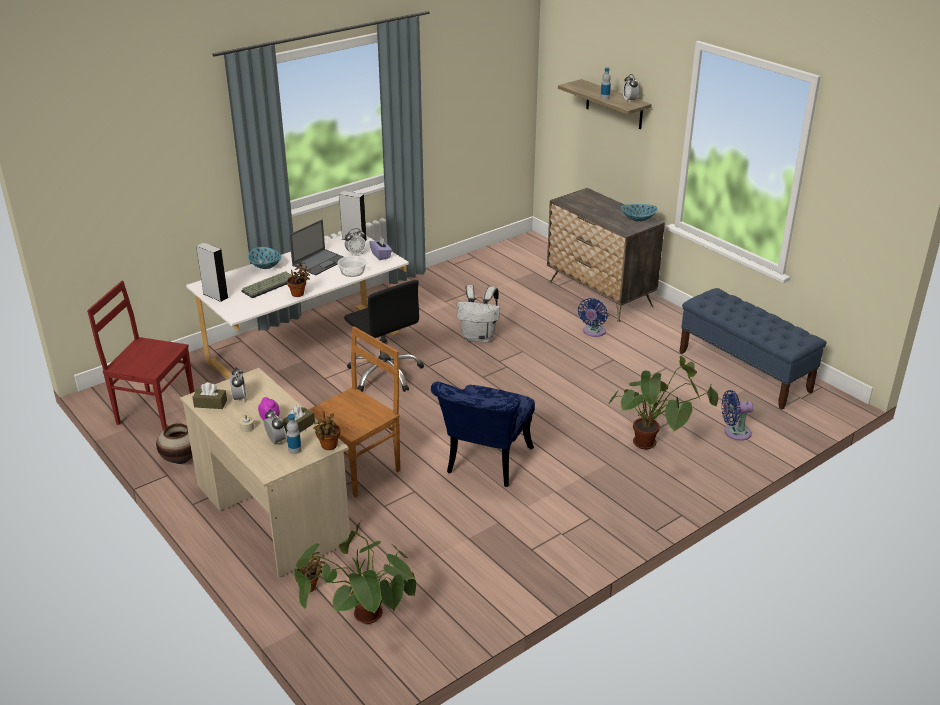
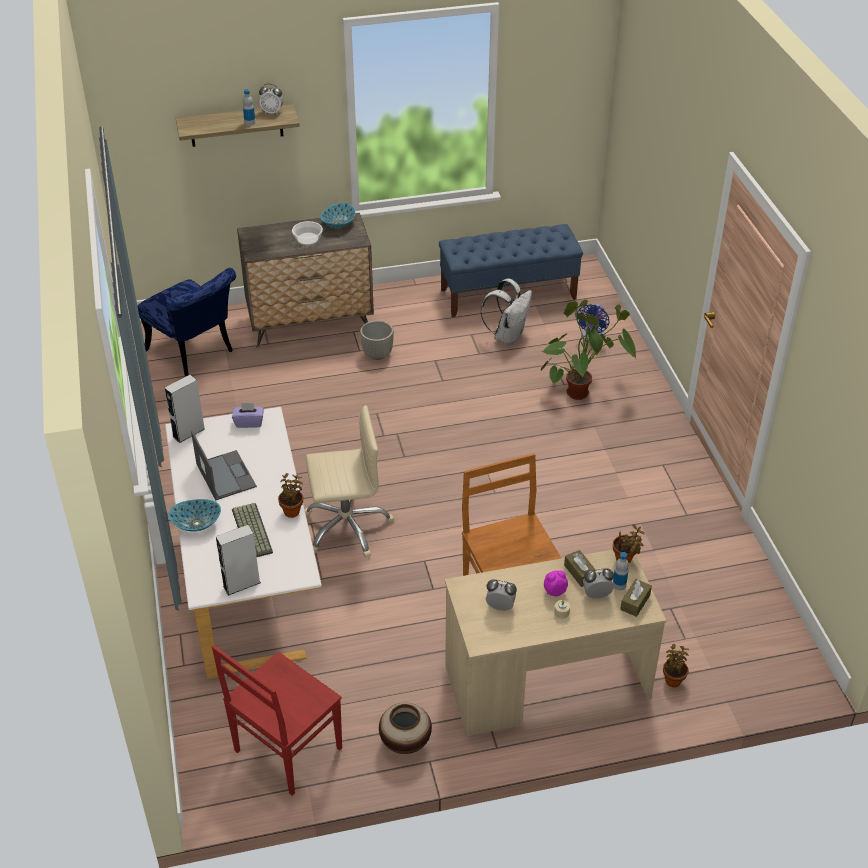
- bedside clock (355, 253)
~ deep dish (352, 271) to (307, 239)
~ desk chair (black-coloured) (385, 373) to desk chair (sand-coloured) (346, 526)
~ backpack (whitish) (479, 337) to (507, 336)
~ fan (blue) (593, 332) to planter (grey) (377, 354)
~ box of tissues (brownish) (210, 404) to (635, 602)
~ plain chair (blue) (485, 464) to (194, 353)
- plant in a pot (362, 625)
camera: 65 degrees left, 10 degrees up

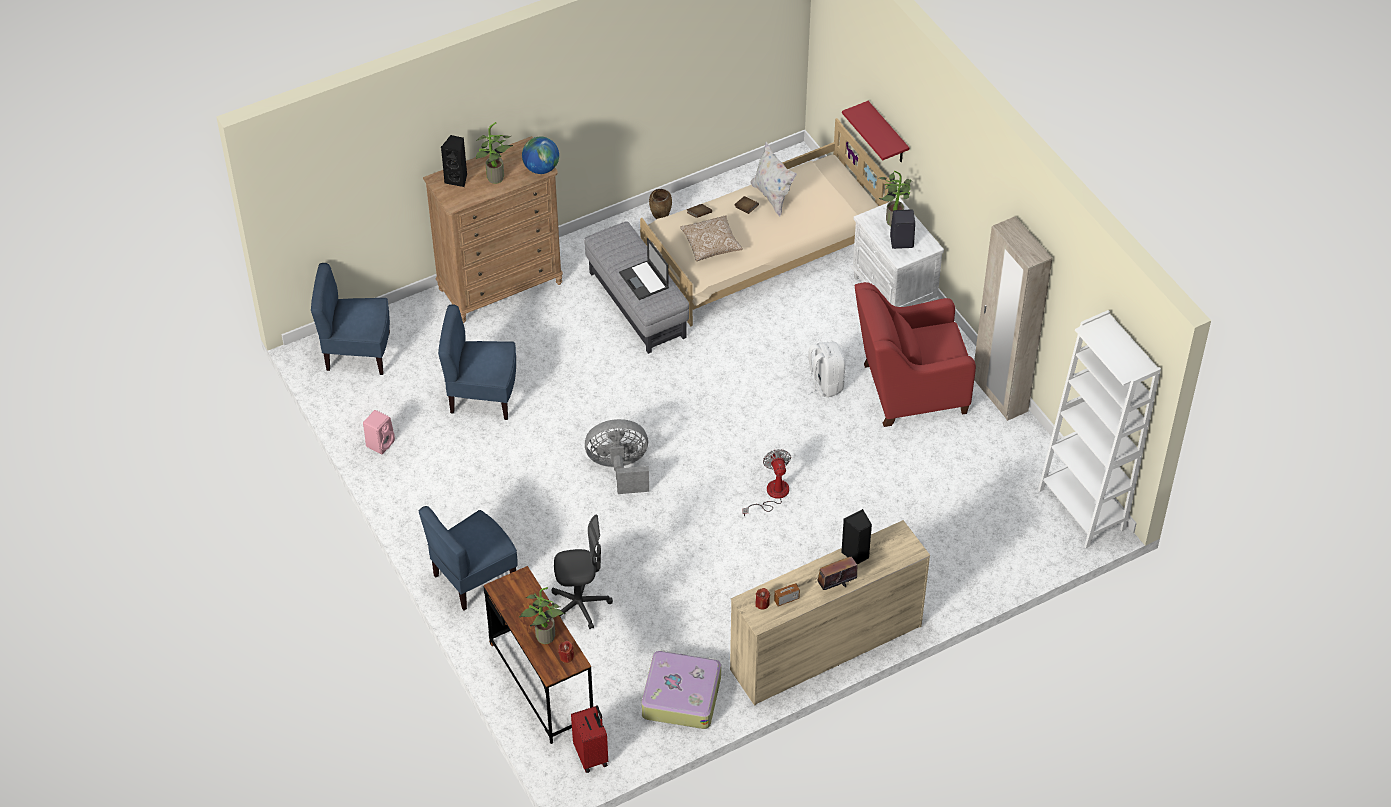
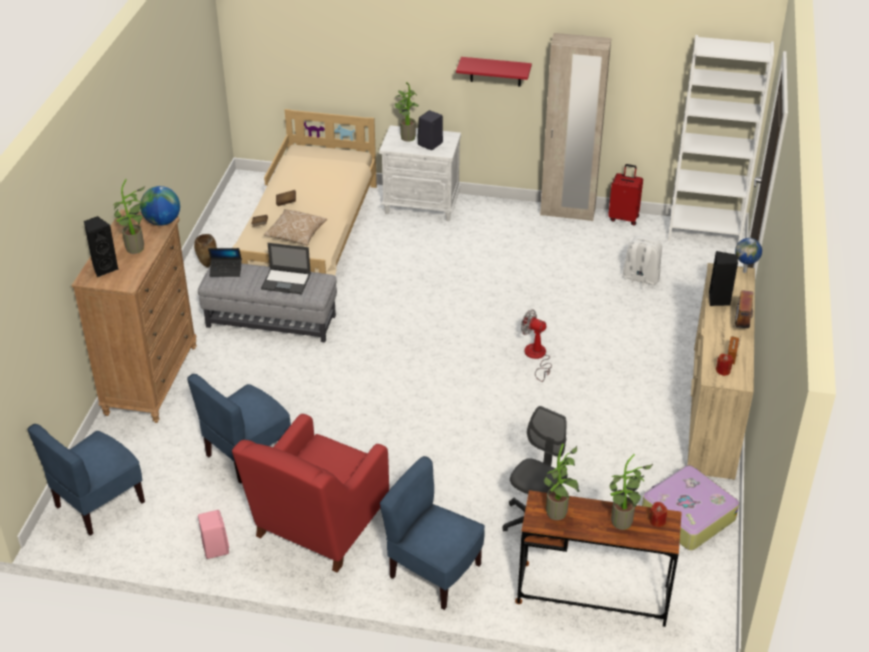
~ bracket shelf (reddish) (887, 134) to (495, 71)
- cushion (whitish) (772, 196)
~ lounge chair (reddish) (908, 389) to (318, 526)
~ backpack (whitish) (824, 384) to (640, 279)
- fan (grey) (620, 469)
~ plain chair (blue) (474, 578) = (434, 572) 120 degrees clockwise
~ suitcase (reddish) (592, 755) to (624, 218)
+ globe (745, 271)
+ notebook computer (226, 270)
+ plant in a pot (559, 514)
camera: 50 degrees left, 10 degrees down

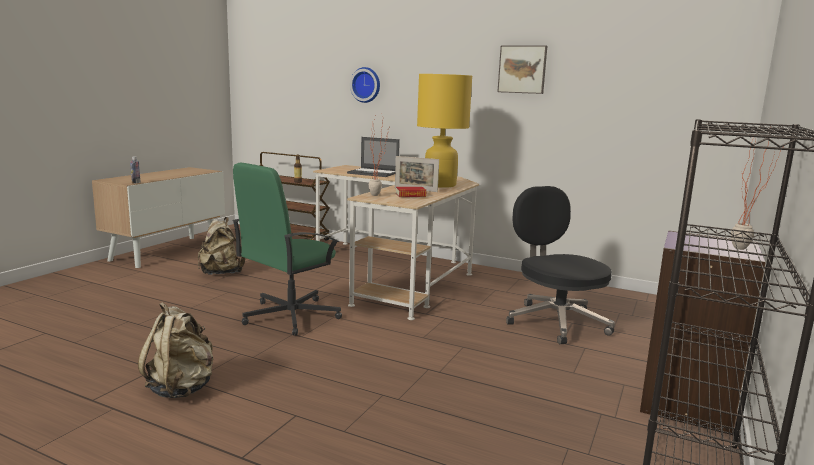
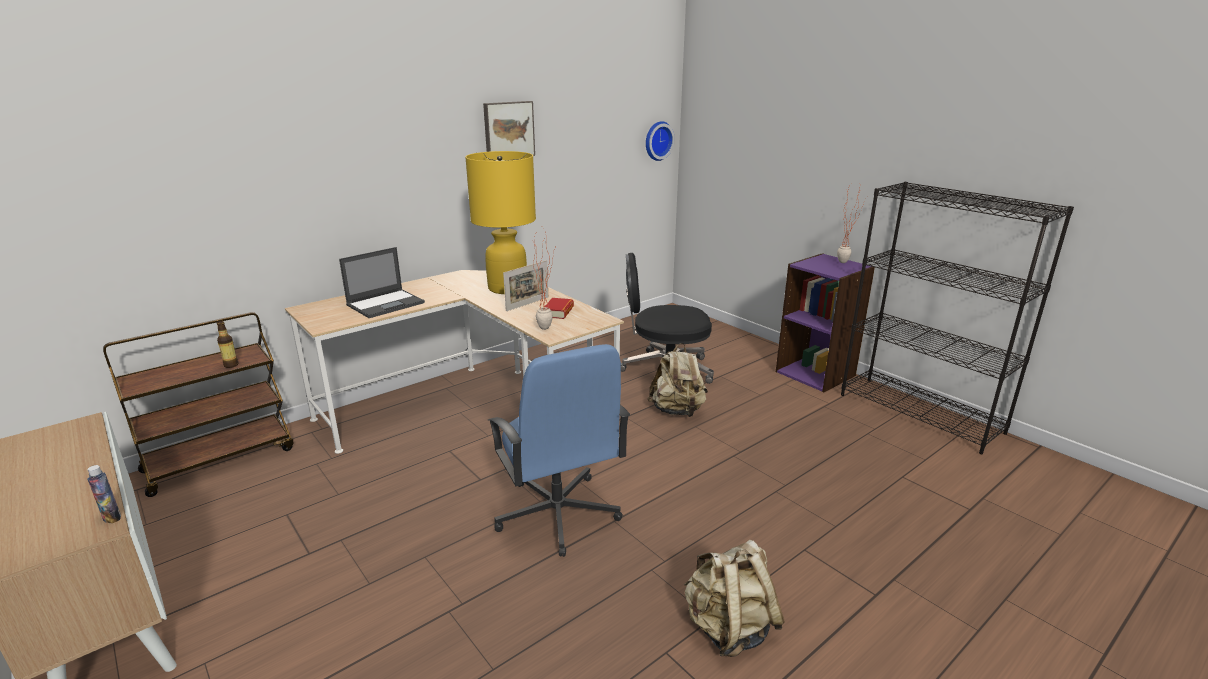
~ wall clock (366, 85) to (657, 140)
~ desk chair (green) (289, 316) to desk chair (blue) (557, 514)
~ backpack (sand-coloured) (221, 273) to (677, 411)
camera: 65 degrees left, 10 degrees up

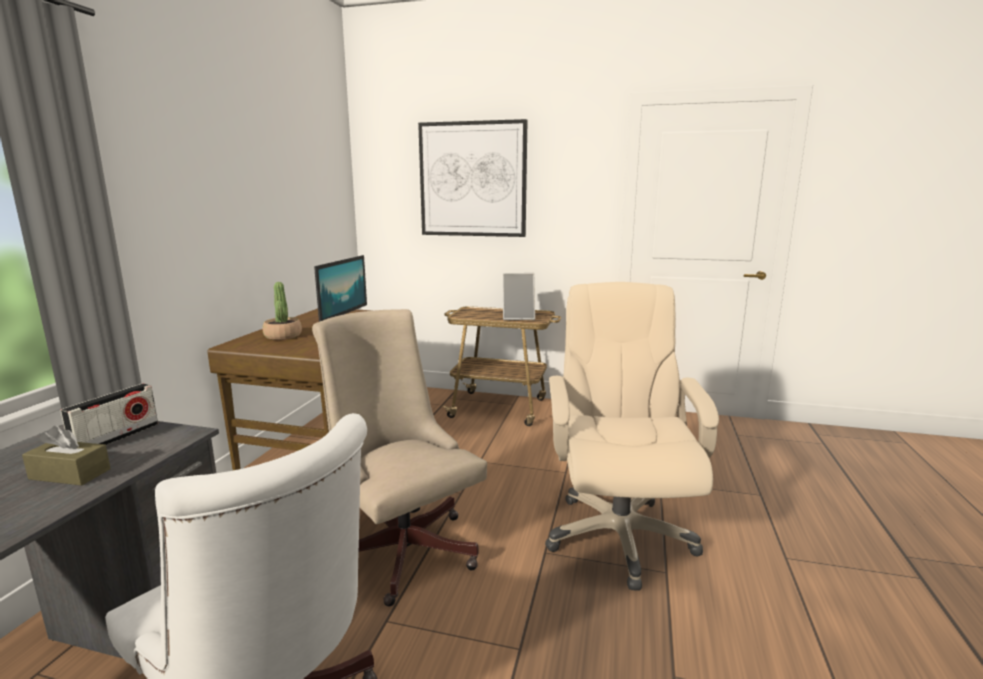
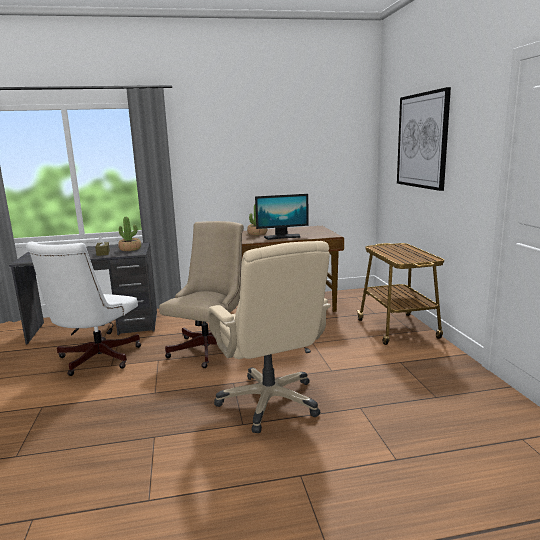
- picture frame (518, 317)
~ desk chair (sand-coloured) (618, 535) = (270, 402) 90 degrees clockwise
~ radio receiver (116, 438) to plant in a pot (130, 249)
camera: 65 degrees right, 0 degrees up

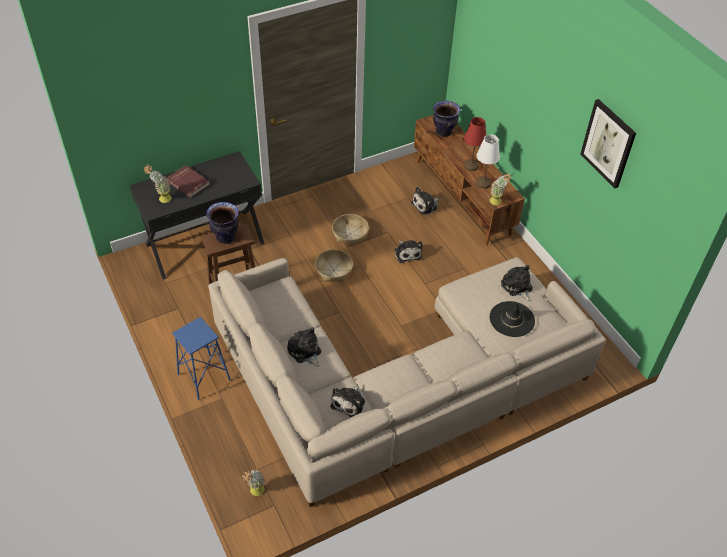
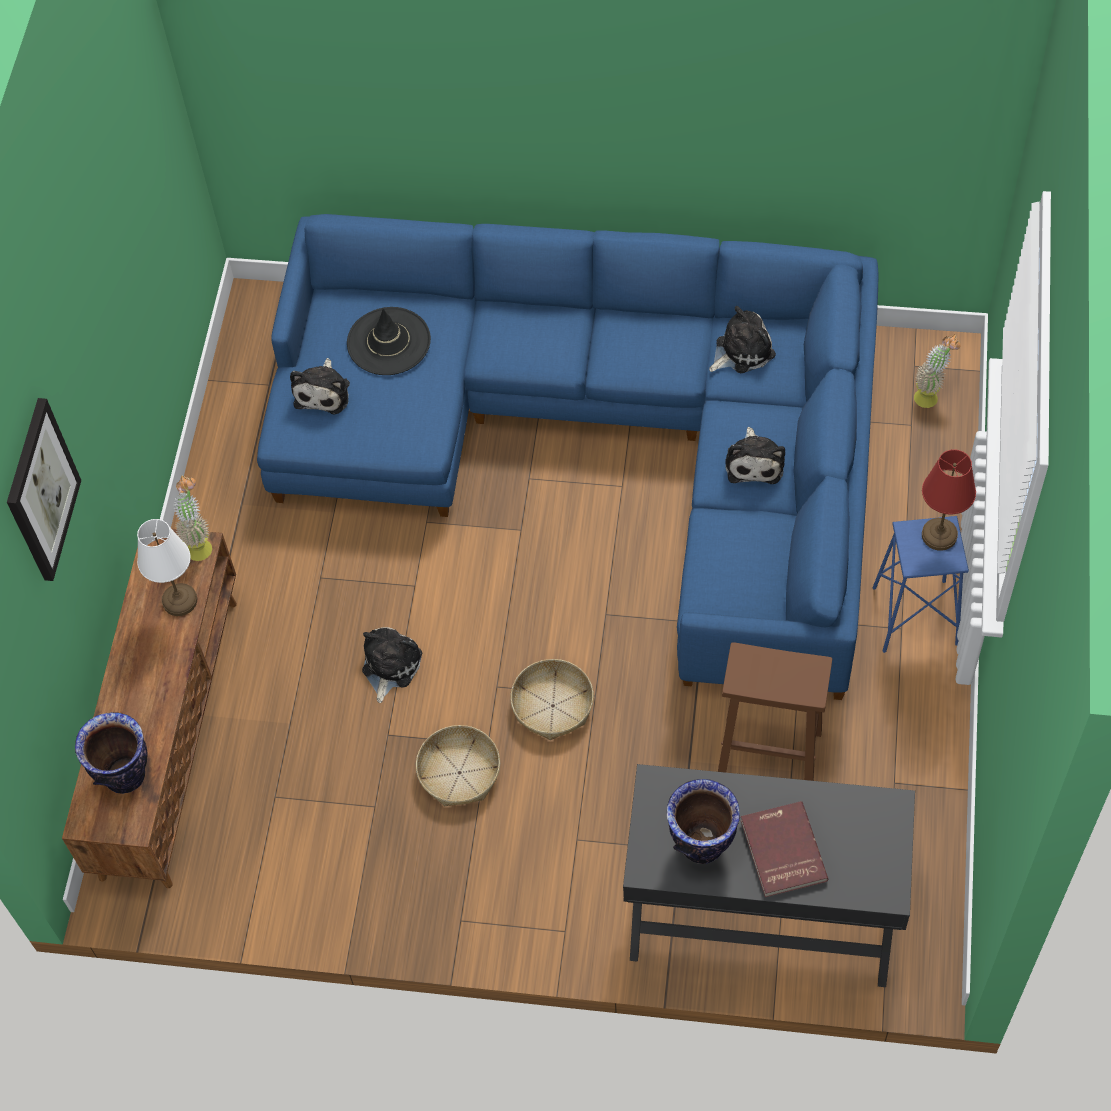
~ picture (608, 143) to (41, 490)
~ lamp for a table (reddish) (471, 166) to (939, 534)
- plant in a pot (161, 199)
- soft toy (426, 205)
~ vase (226, 237) to (701, 844)
~ settee (sand-coloured) (399, 382) to settee (blue) (603, 440)
camera: 140 degrees left, 10 degrees up

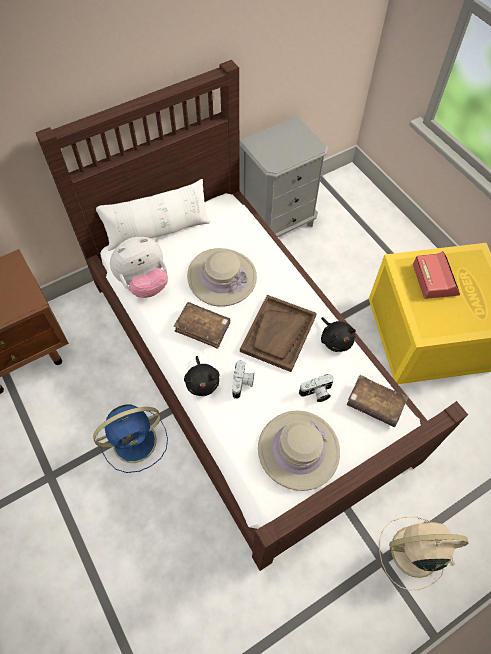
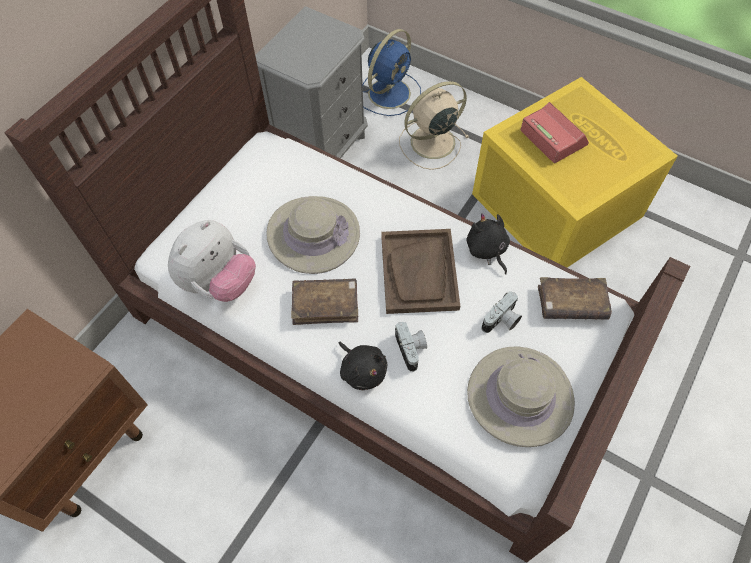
- cushion (whitish) (158, 231)
~ soft toy (black-coloured) (335, 339) = (487, 250) 150 degrees counterclockwise
~ fan (blue) (136, 440) to (390, 92)
~ fan (sand-coloured) (412, 551) to (431, 143)
camera: 25 degrees left, 0 degrees up

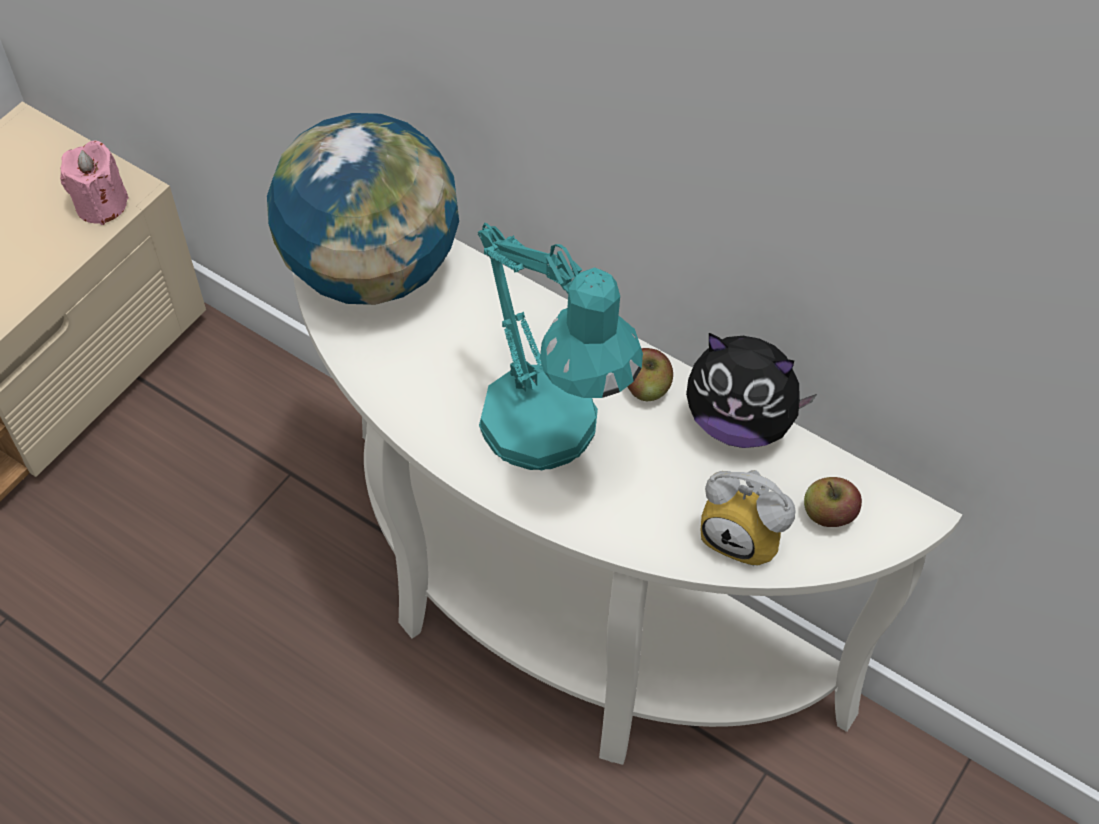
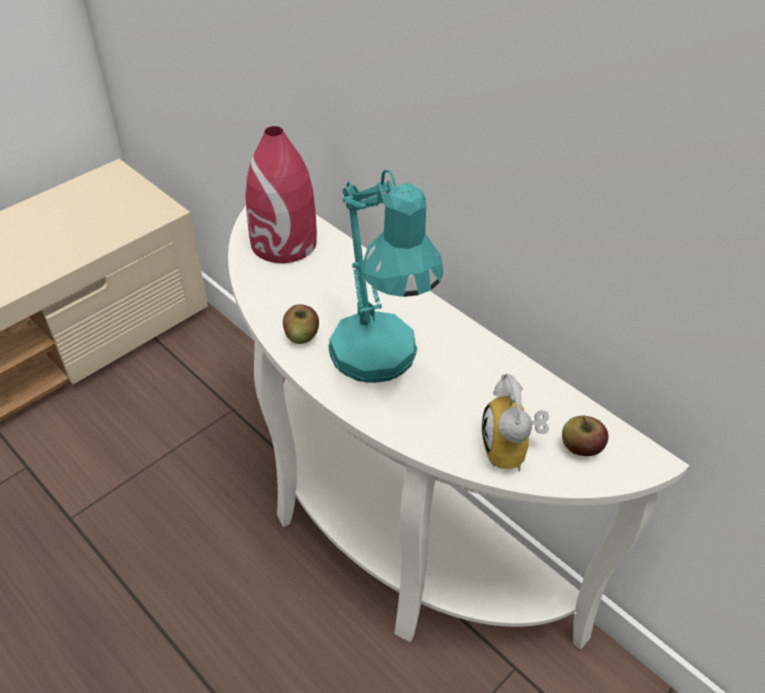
~ globe (373, 269) to vase (reddish) (284, 243)
- wax candle (pink) (101, 204)
- soft toy (740, 422)
~ apple (646, 387) to (301, 336)
~ bedside clock (746, 535) = (512, 451) 45 degrees clockwise
camera: 10 degrees right, 10 degrees down

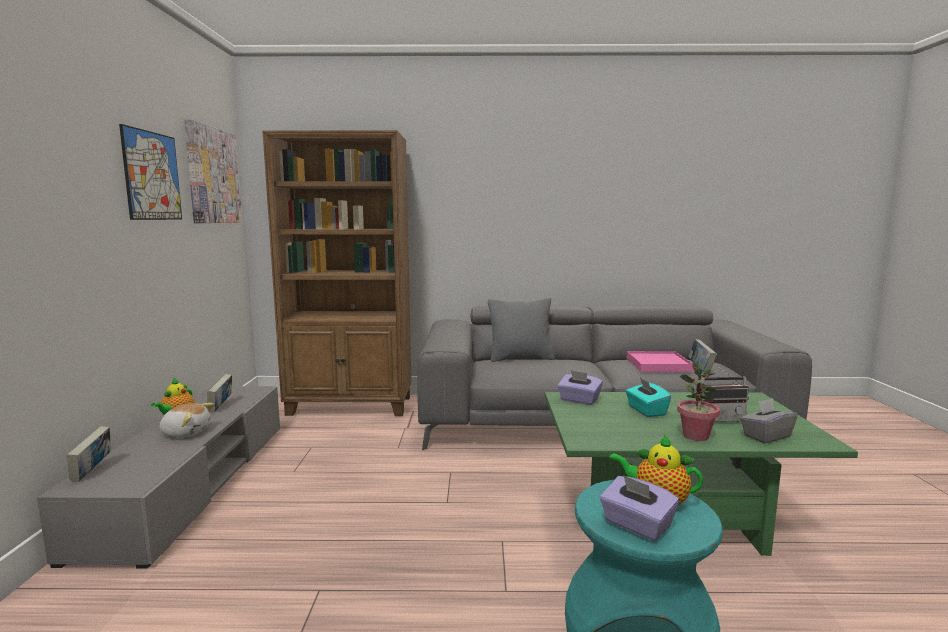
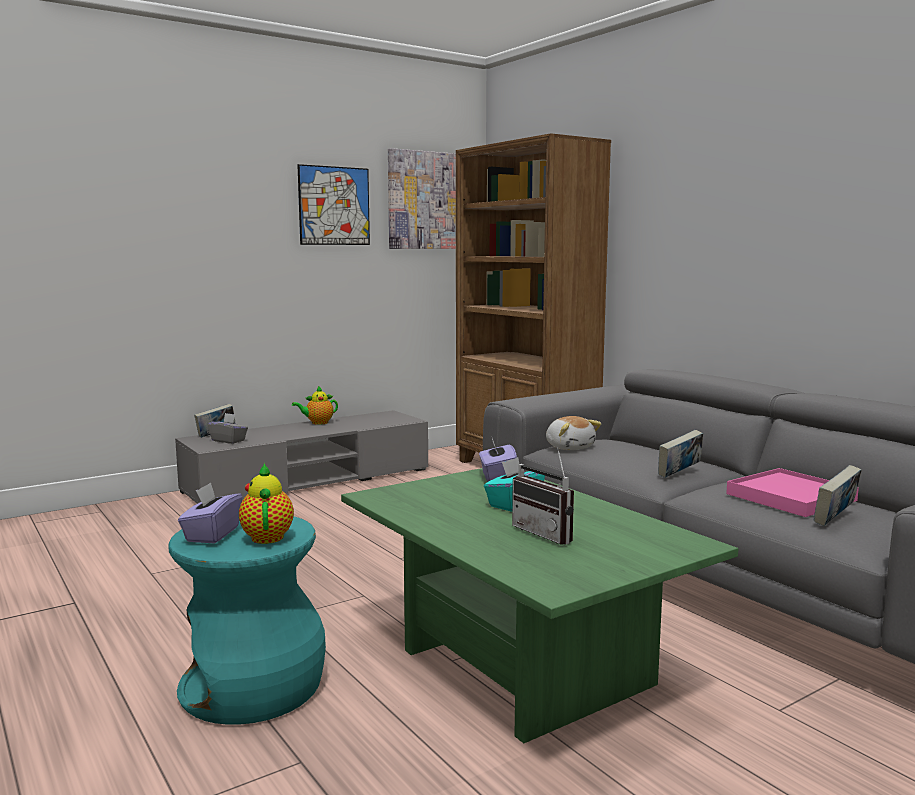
- cushion (grey) (521, 358)
- plant in a pot (695, 436)
~ bound book (221, 407) to (679, 474)
~ box of tissues (grey) (766, 436) to (228, 440)
~ soft toy (186, 432) to (570, 447)
camera: 55 degrees right, 0 degrees up

